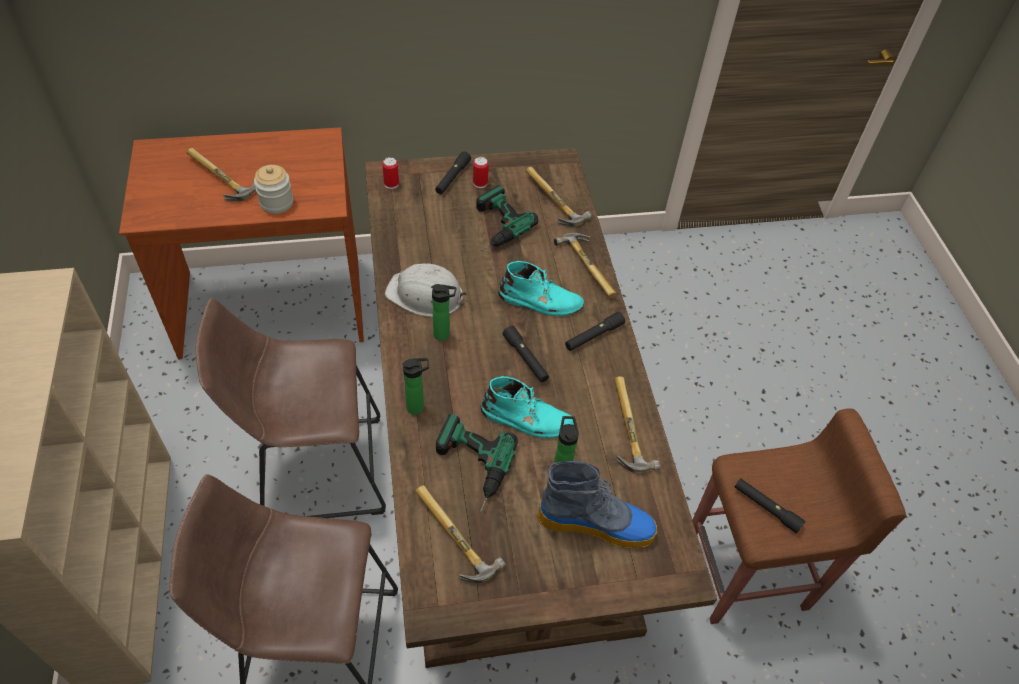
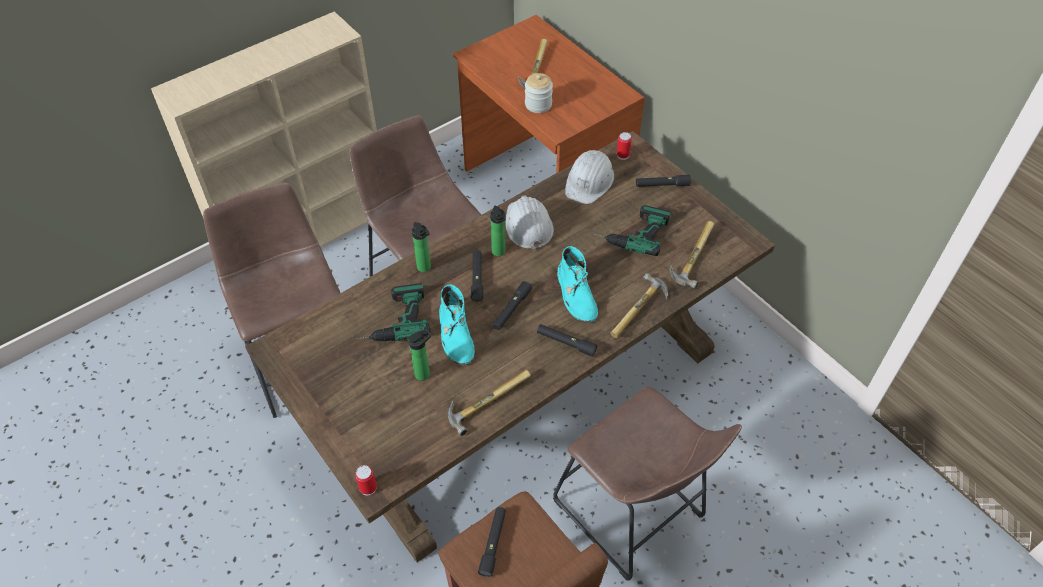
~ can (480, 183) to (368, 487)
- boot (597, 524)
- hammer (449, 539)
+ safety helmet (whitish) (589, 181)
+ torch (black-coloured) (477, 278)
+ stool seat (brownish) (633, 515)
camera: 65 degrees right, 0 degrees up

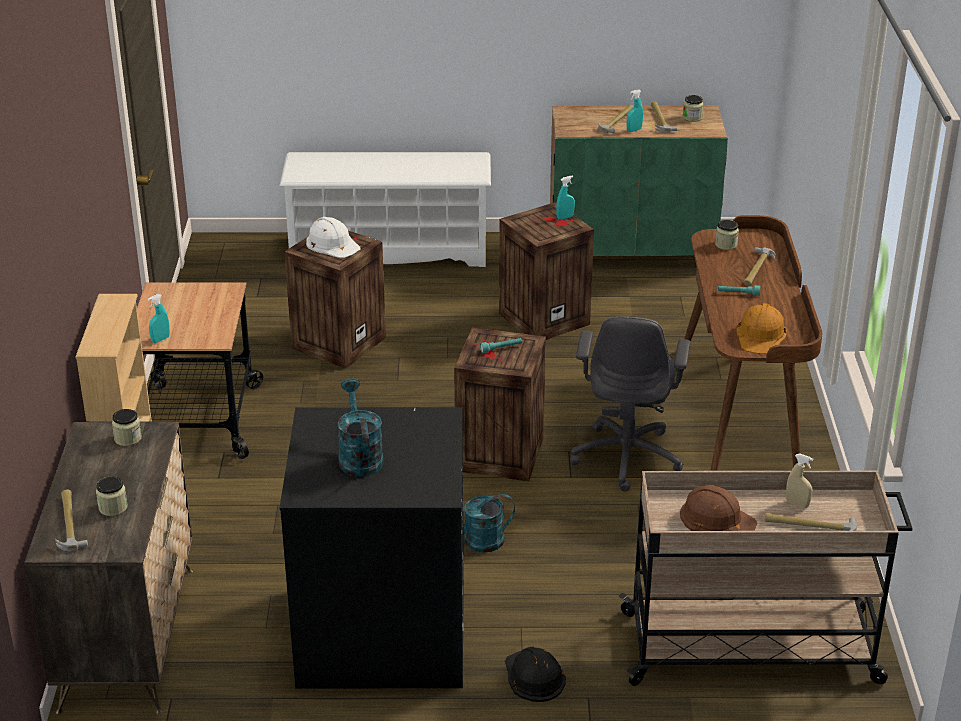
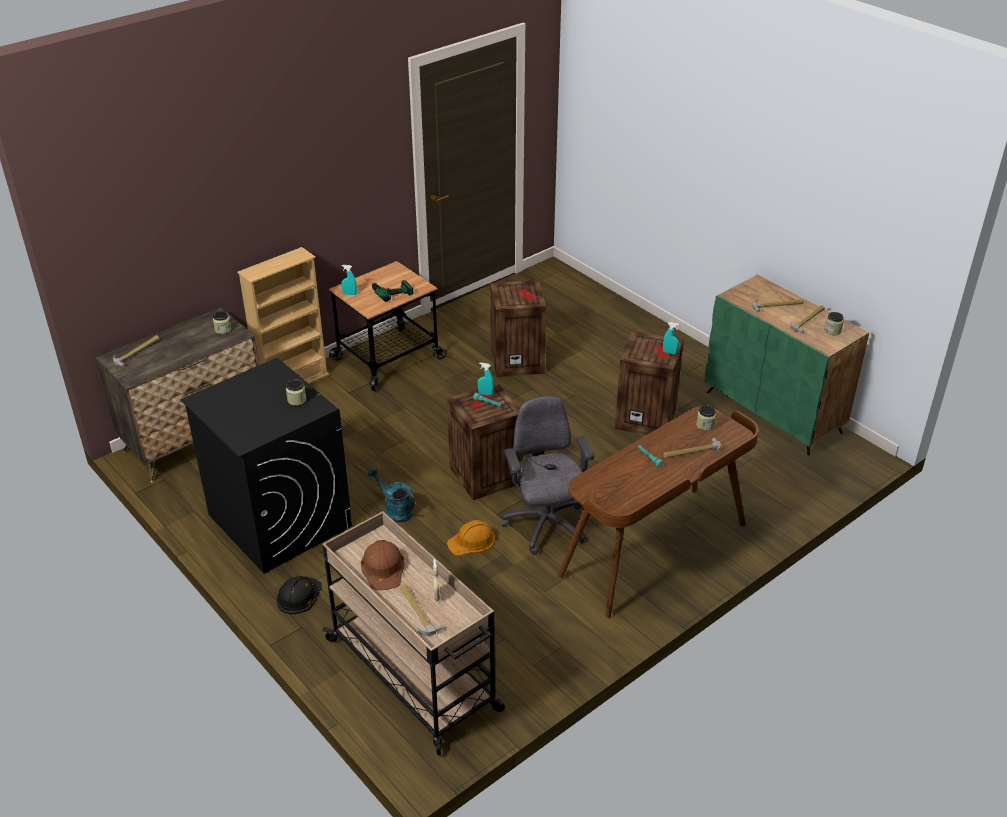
~ hand sprayer (turquoise-coloured) (634, 130) to (485, 393)
- shoe shelf (whitish) (389, 250)
- safety helmet (whitish) (332, 244)
~ safety helmet (orangey) (761, 335) to (472, 541)
~ desk chair (grey) (627, 456) = (545, 526) 105 degrees clockwise
- sprinkling can (turquoise-coloured) (359, 456)
~ jar (113, 507) to (296, 400)
+ drill (389, 290)
camera: 50 degrees right, 5 degrees up

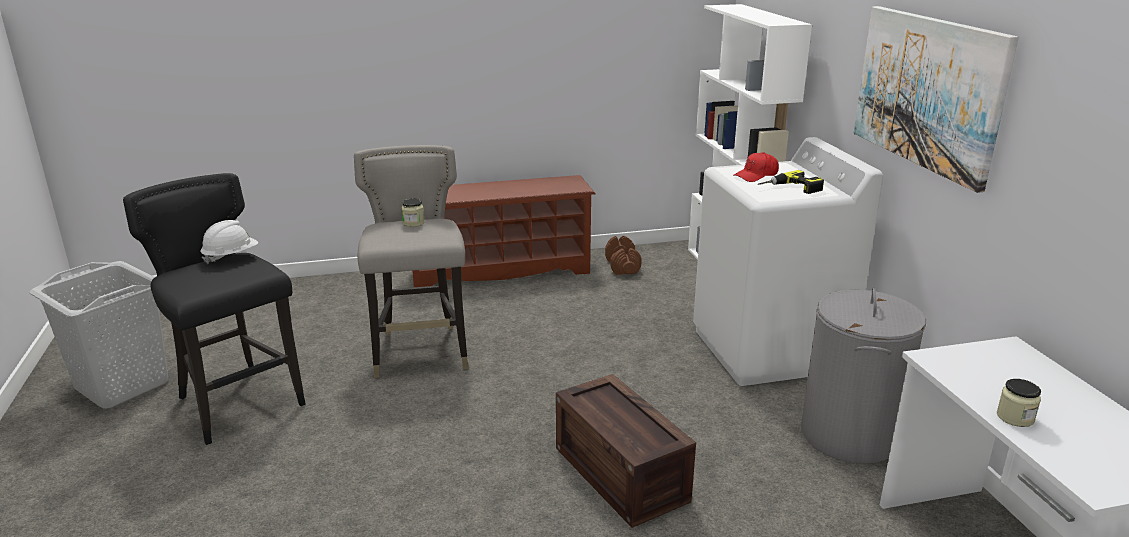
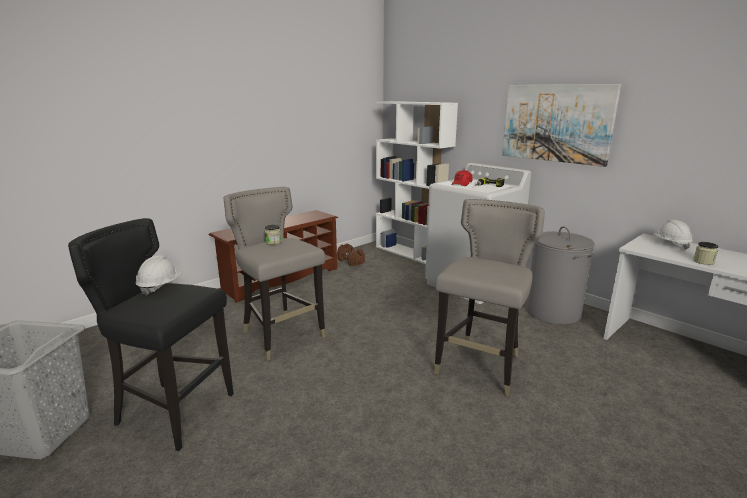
~ shipping crate (623, 474) to stool seat (grey) (481, 365)
+ safety helmet (whitish) (670, 244)
camera: 30 degrees left, 5 degrees down

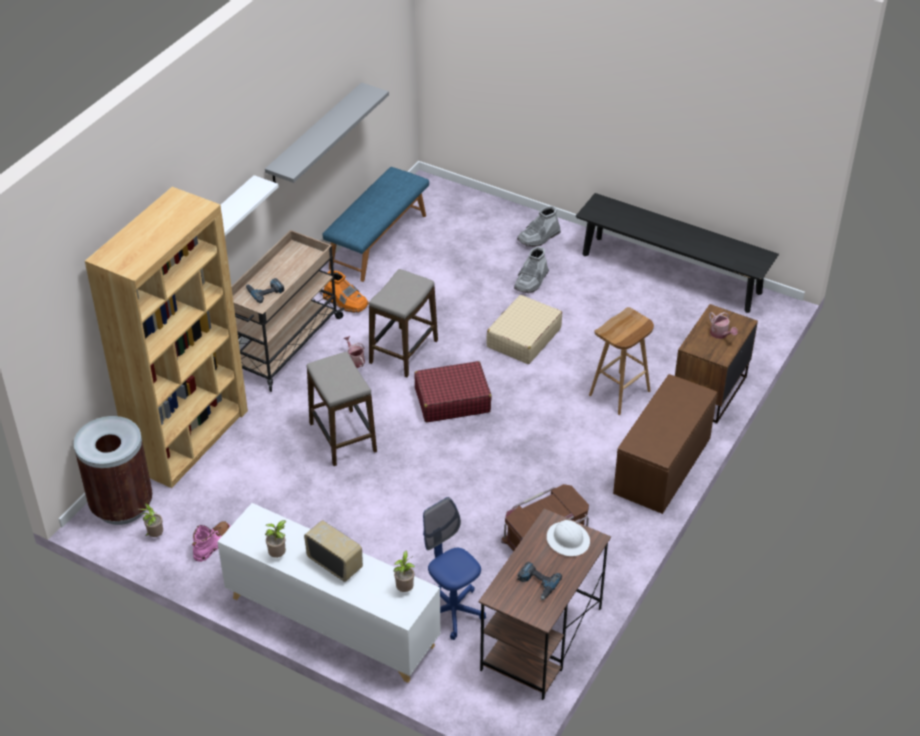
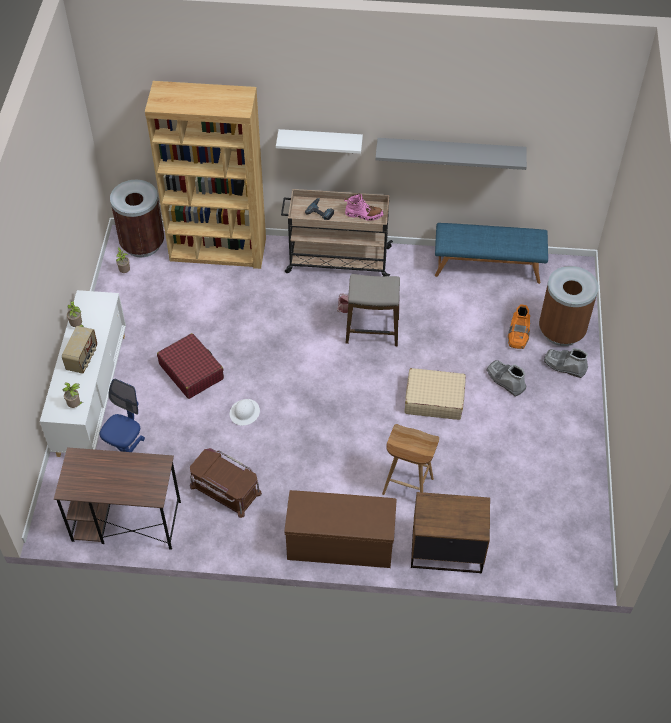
- indoor bench (black-coloured) (671, 273)
~ boot (grey) (531, 281) = (505, 380) 45 degrees clockwise
~ boot (orangey) (346, 302) to (518, 334)
- sprinkling can (720, 334)
- stool seat (342, 438)
~ suitcase (reddish) (452, 400) to (191, 371)
~ safety helmet (whitish) (568, 539) to (245, 412)
~ boot (pink) (213, 545) to (364, 214)
- drill (537, 583)
+ waste bin (brownish) (561, 331)
camera: 65 degrees right, 10 degrees up

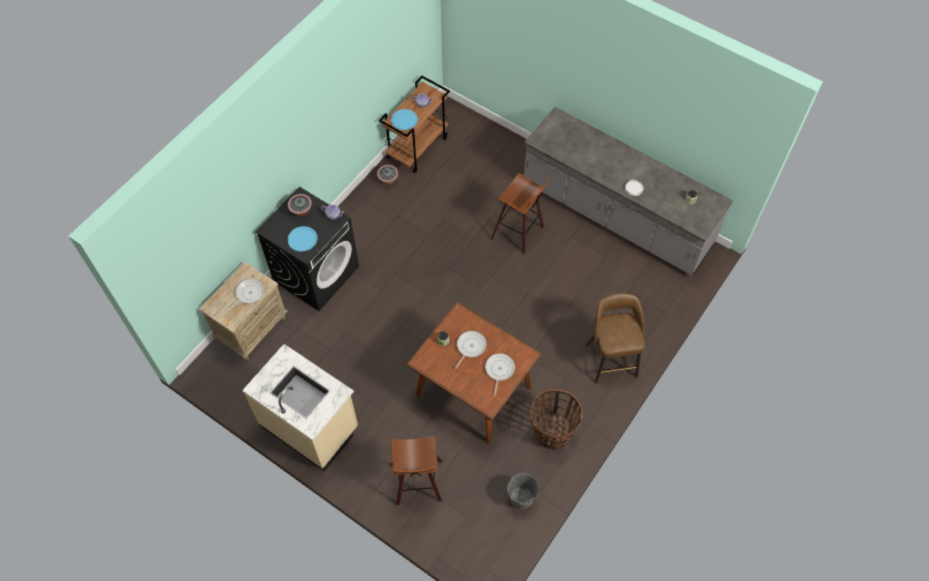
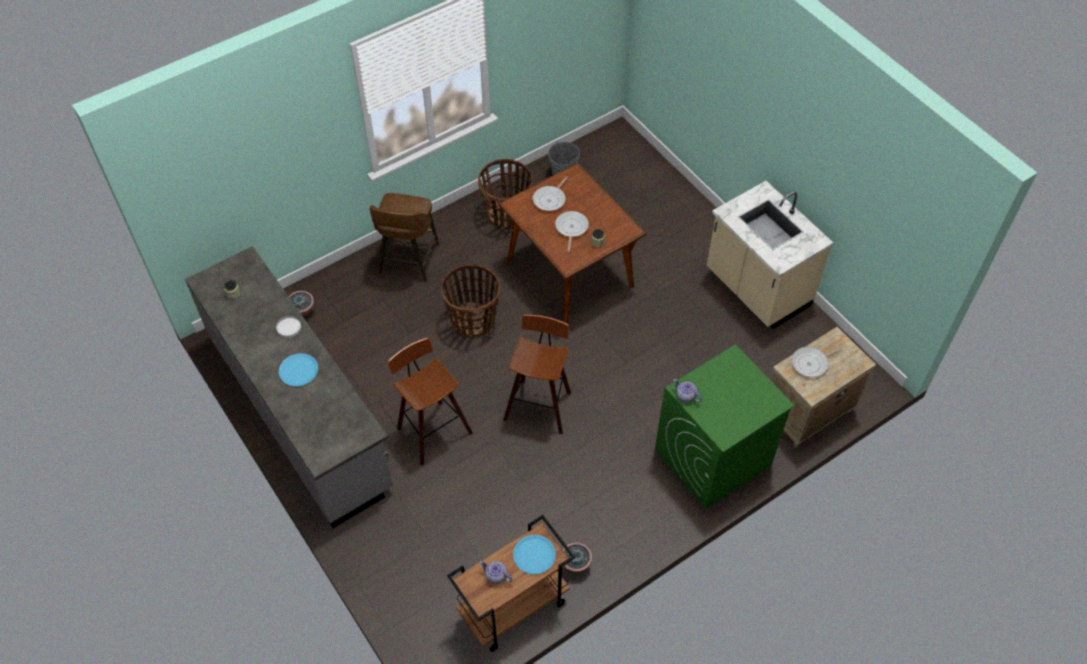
~ laundry machine (black-coloured) (316, 273) to laundry machine (green) (712, 458)
~ plant in a pot (301, 212) to (302, 311)
~ flat dish (blue) (302, 239) to (298, 370)
~ skillet (470, 347) = (571, 228) 135 degrees clockwise
~ stool seat (418, 484) to (539, 404)
+ storage basket (473, 320)
camera: 160 degrees left, 5 degrees down

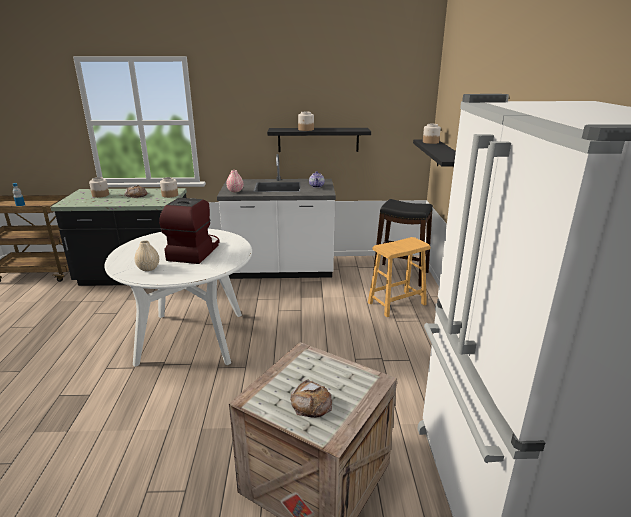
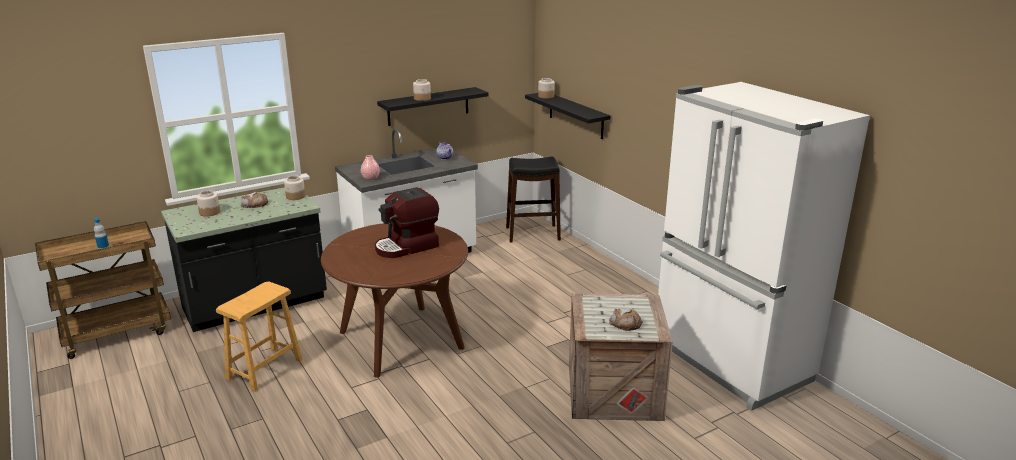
~ coffee machine (194, 252) = (407, 247) 105 degrees counterclockwise
~ dining table (whitish) (192, 337) to dining table (brownish) (401, 340)
~ stool seat (brownish) (396, 303) to (264, 369)
- vase (sand-coloured) (148, 268)
camera: 30 degrees left, 0 degrees up

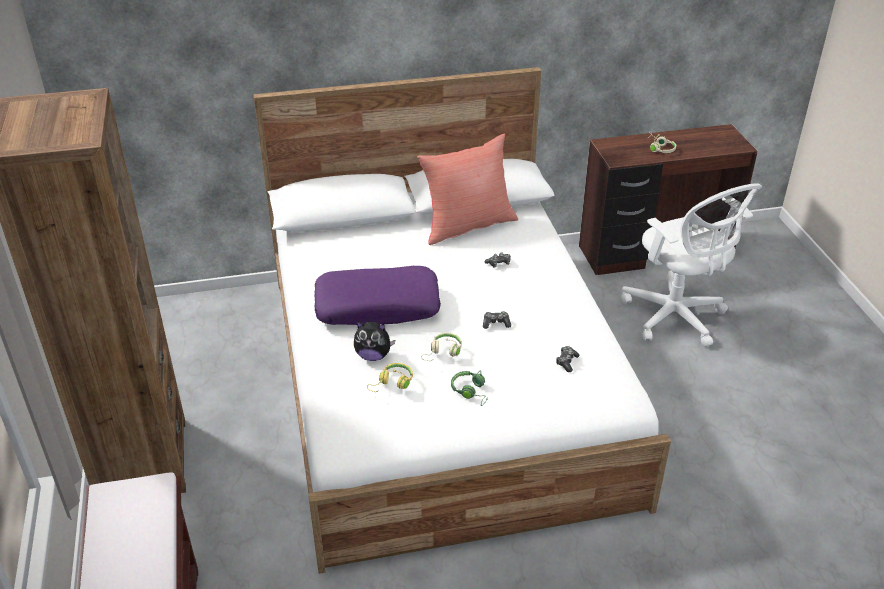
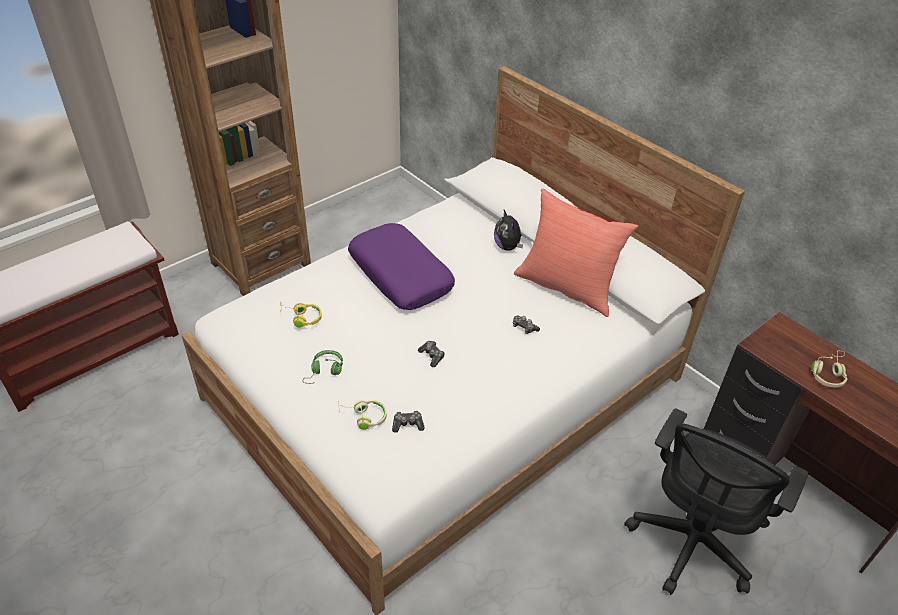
~ desk chair (whitish) (675, 317) to desk chair (black-coloured) (690, 544)
~ soft toy (373, 356) to (508, 247)
~ pair of headphones (sand-coloured) (443, 352) to (363, 417)
camera: 60 degrees right, 5 degrees up

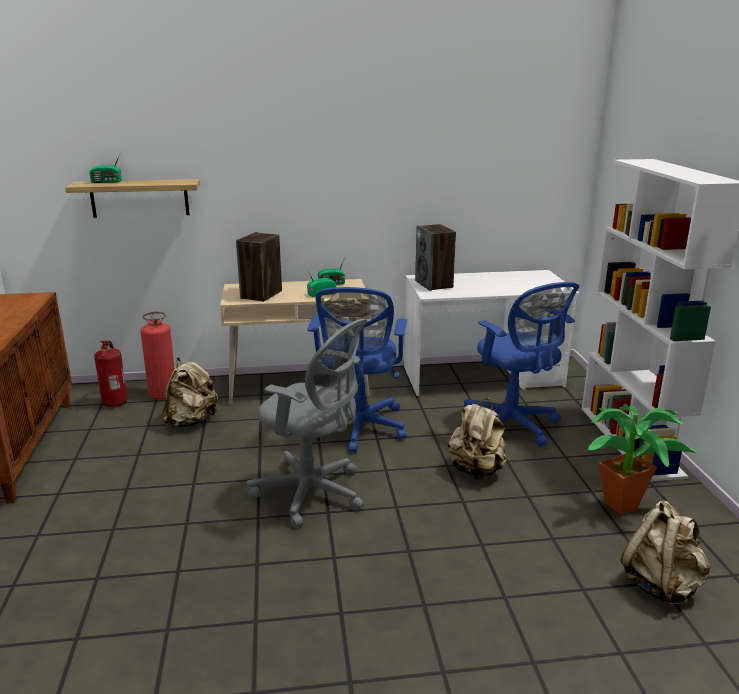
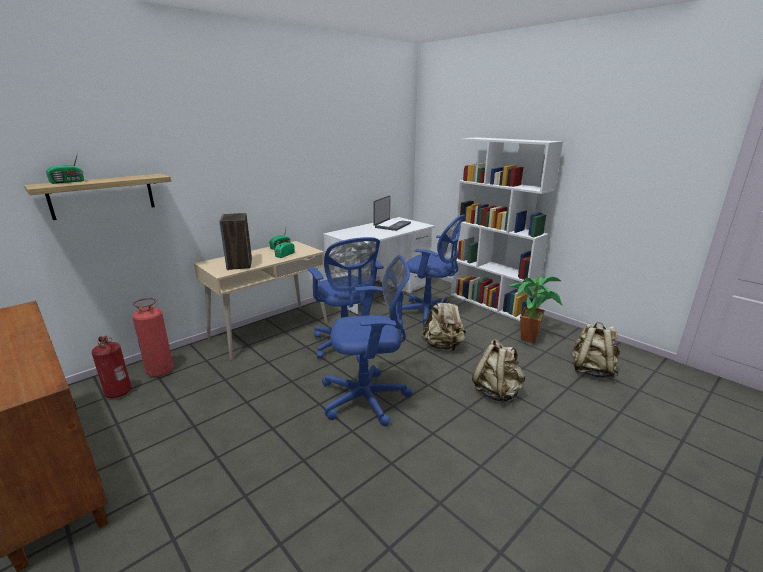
- audio speaker (434, 284)
~ desk chair (grey) (312, 494) to desk chair (blue) (368, 398)
~ backpack (sand-coloured) (191, 421) to (497, 392)
+ notebook computer (391, 225)
camera: 35 degrees left, 0 degrees up

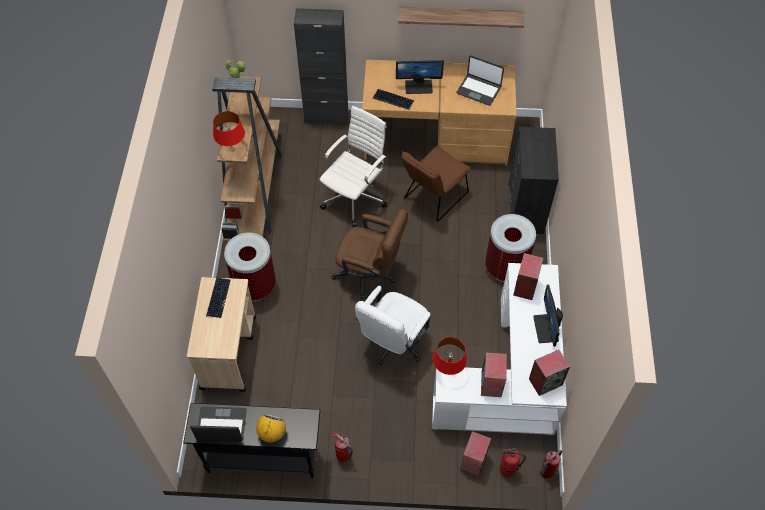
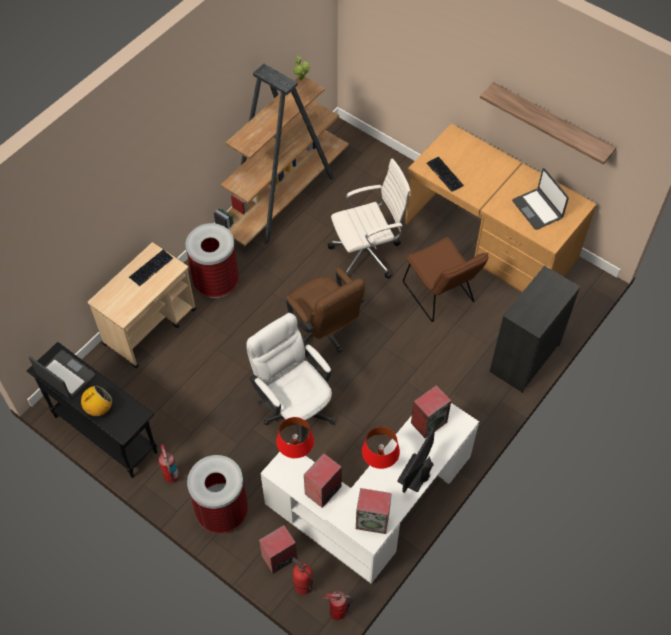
- cabinet (black-coloured) (326, 117)
- monitor (418, 86)
~ lamp for a table (reddish) (231, 147) to (379, 462)
~ plain chair (brownish) (433, 198) = (441, 296) 105 degrees counterclockwise
~ waste bin (505, 267) to (222, 511)
~ desk chair (whitish) (393, 343) = (294, 407) 75 degrees clockwise
camera: 35 degrees right, 0 degrees up

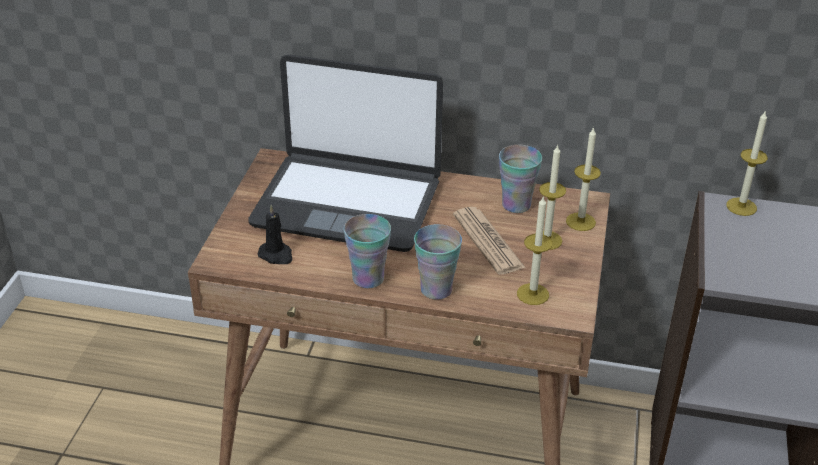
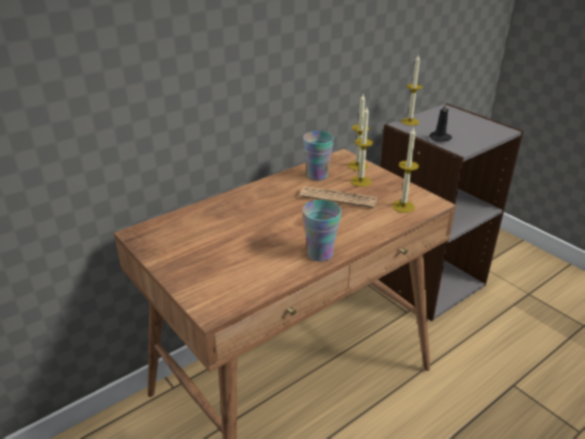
- notebook computer (347, 203)
~ wax candle (black-coloured) (276, 255) to (440, 138)
- drinking cup (436, 289)
camera: 50 degrees left, 5 degrees down

